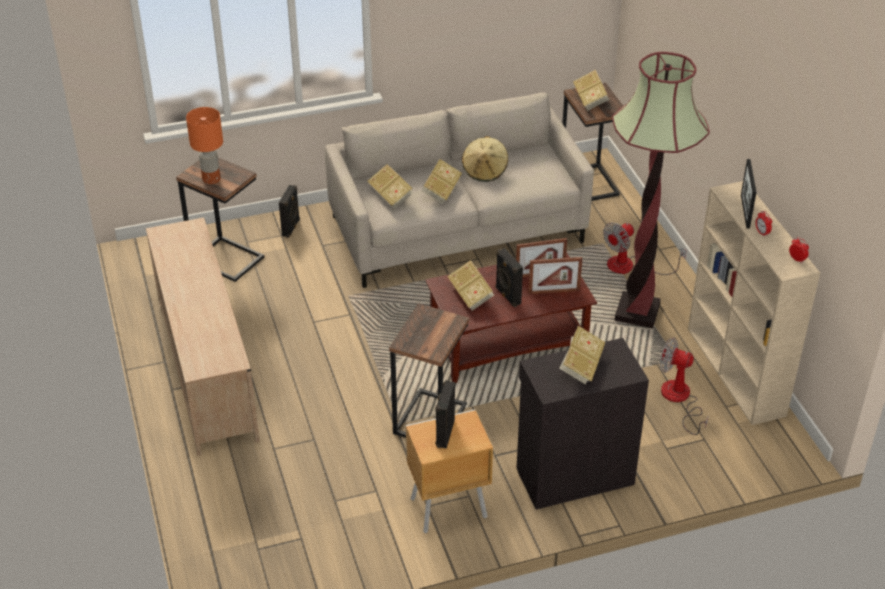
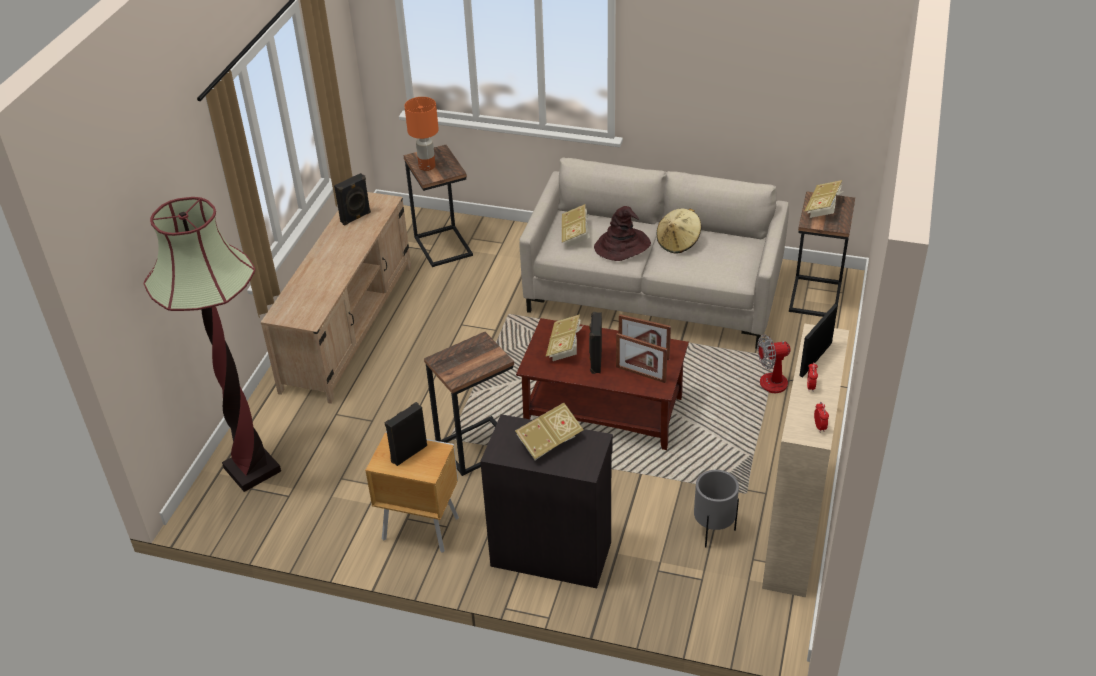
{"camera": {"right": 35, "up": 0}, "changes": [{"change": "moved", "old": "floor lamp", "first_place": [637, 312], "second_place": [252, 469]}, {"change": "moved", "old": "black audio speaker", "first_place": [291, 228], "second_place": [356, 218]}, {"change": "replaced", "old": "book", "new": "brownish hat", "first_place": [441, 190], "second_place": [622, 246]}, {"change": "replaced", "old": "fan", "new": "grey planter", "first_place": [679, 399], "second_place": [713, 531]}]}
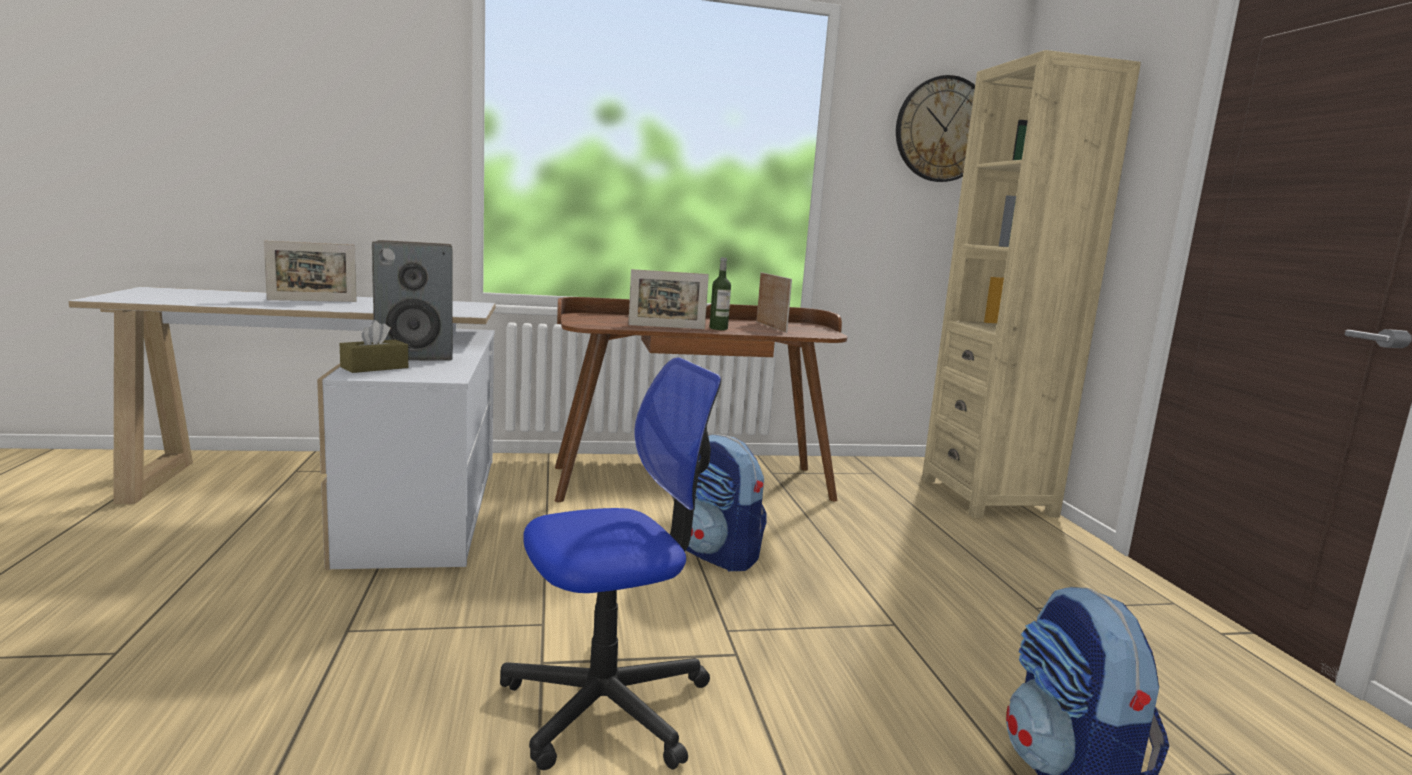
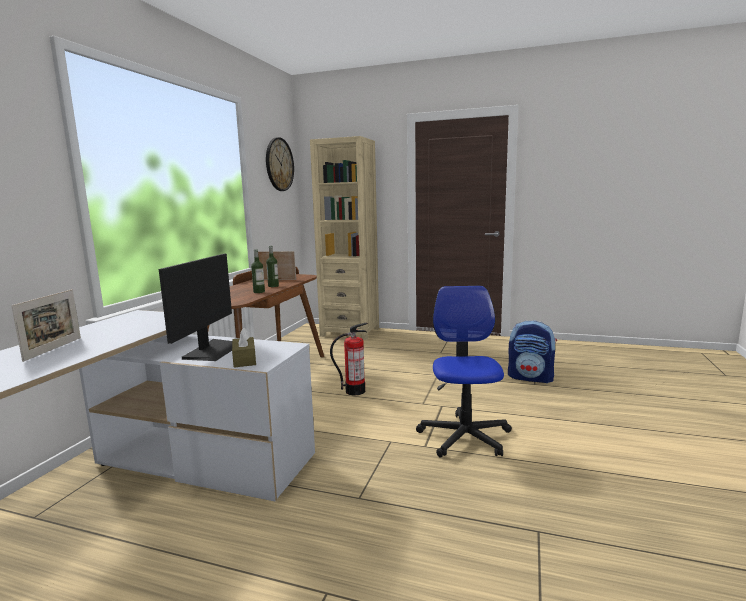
{"camera": {"right": -60, "up": 0}, "changes": [{"change": "replaced", "old": "audio speaker", "new": "monitor", "first_place": [416, 355], "second_place": [213, 350]}, {"change": "replaced", "old": "photo frame", "new": "drink bottle", "first_place": [666, 327], "second_place": [259, 292]}, {"change": "replaced", "old": "knapsack", "new": "fire-fighting cylinder", "first_place": [718, 555], "second_place": [355, 391]}]}
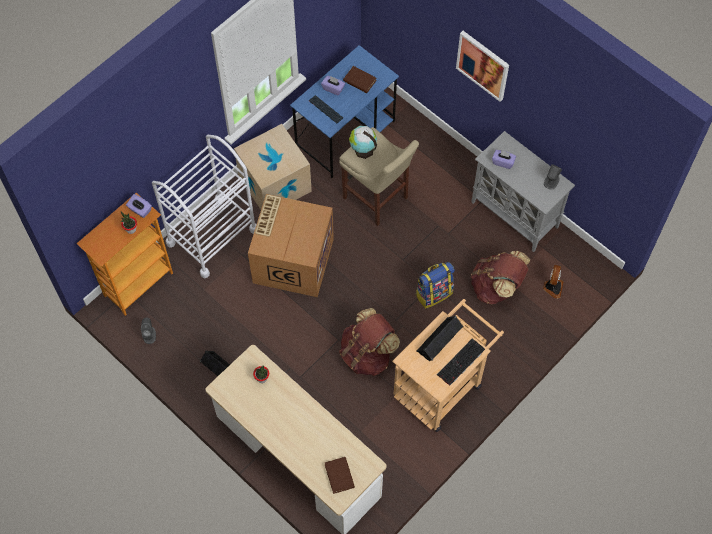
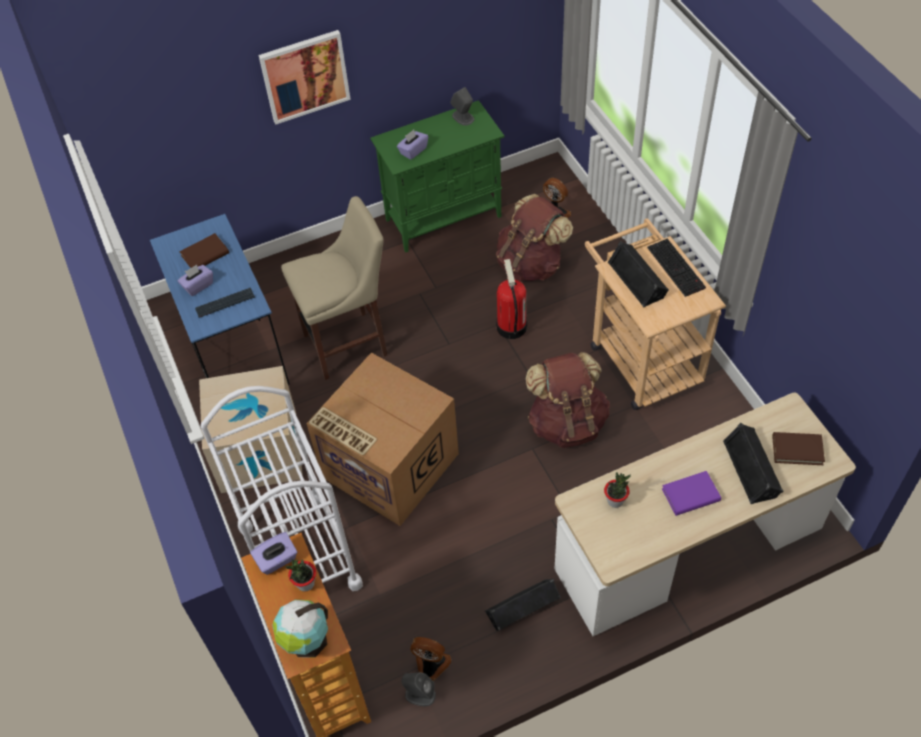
{"camera": {"right": -65, "up": -10}, "changes": [{"change": "moved", "old": "world globe", "first_place": [363, 149], "second_place": [306, 641]}, {"change": "recoloured", "old": "grey storage cabinet", "new": "greenish storage cabinet", "first_place": [515, 215], "second_place": [444, 217]}, {"change": "added", "new": "fan", "second_place": [431, 665]}, {"change": "replaced", "old": "knapsack", "new": "fire-fighting cylinder", "first_place": [433, 293], "second_place": [511, 326]}, {"change": "added", "new": "purplish book", "second_place": [690, 495]}, {"change": "added", "new": "black audio speaker", "second_place": [752, 468]}]}
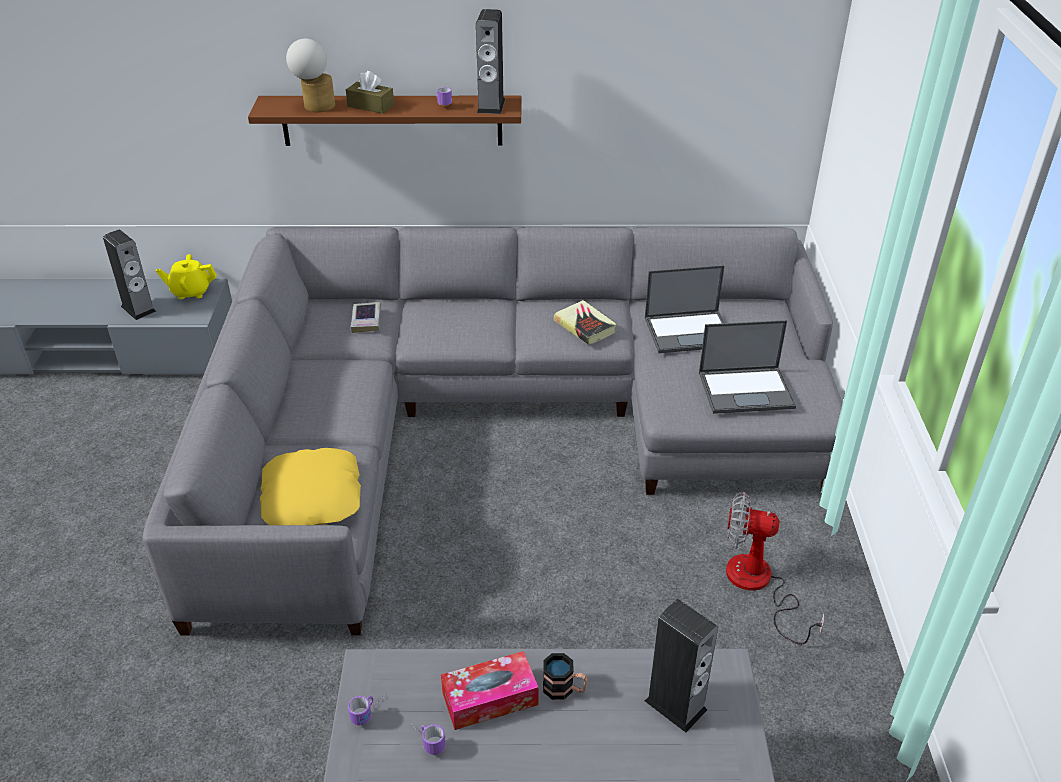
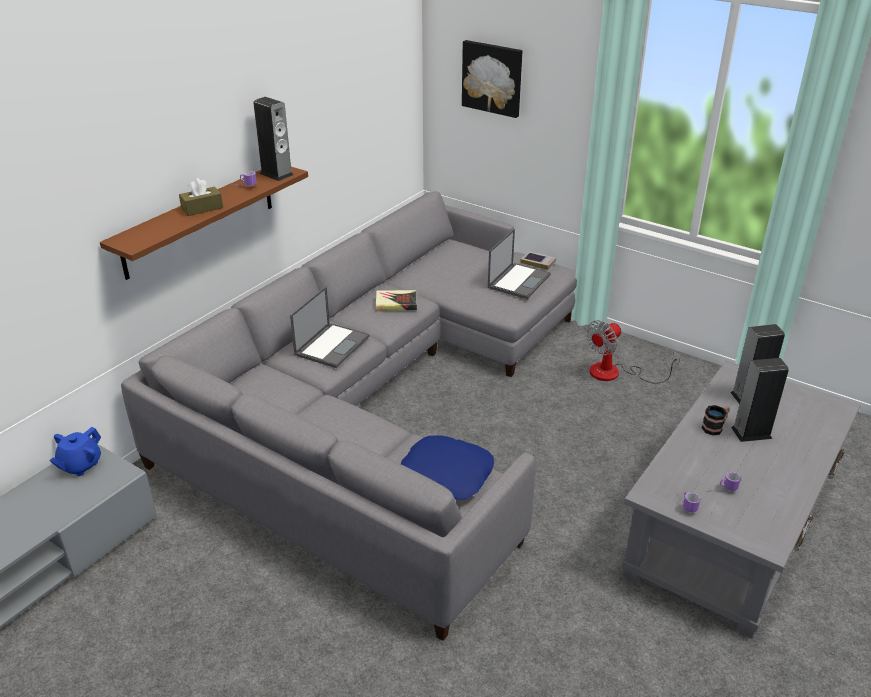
{"camera": {"right": -55, "up": -5}, "changes": [{"change": "recoloured", "old": "yellowish pot for tea", "new": "blue-coloured pot for tea", "first_place": [191, 292], "second_place": [80, 465]}, {"change": "moved", "old": "notebook computer", "first_place": [689, 331], "second_place": [332, 345]}, {"change": "recoloured", "old": "yellowish cushion", "new": "blue-coloured cushion", "first_place": [313, 497], "second_place": [446, 474]}, {"change": "added", "new": "wall art", "second_place": [492, 78]}, {"change": "moved", "old": "book", "first_place": [366, 320], "second_place": [538, 262]}, {"change": "moved", "old": "audio speaker", "first_place": [138, 309], "second_place": [751, 433]}, {"change": "removed", "old": "table lamp", "first_place": [315, 106]}, {"change": "removed", "old": "tissue box", "first_place": [490, 698]}]}
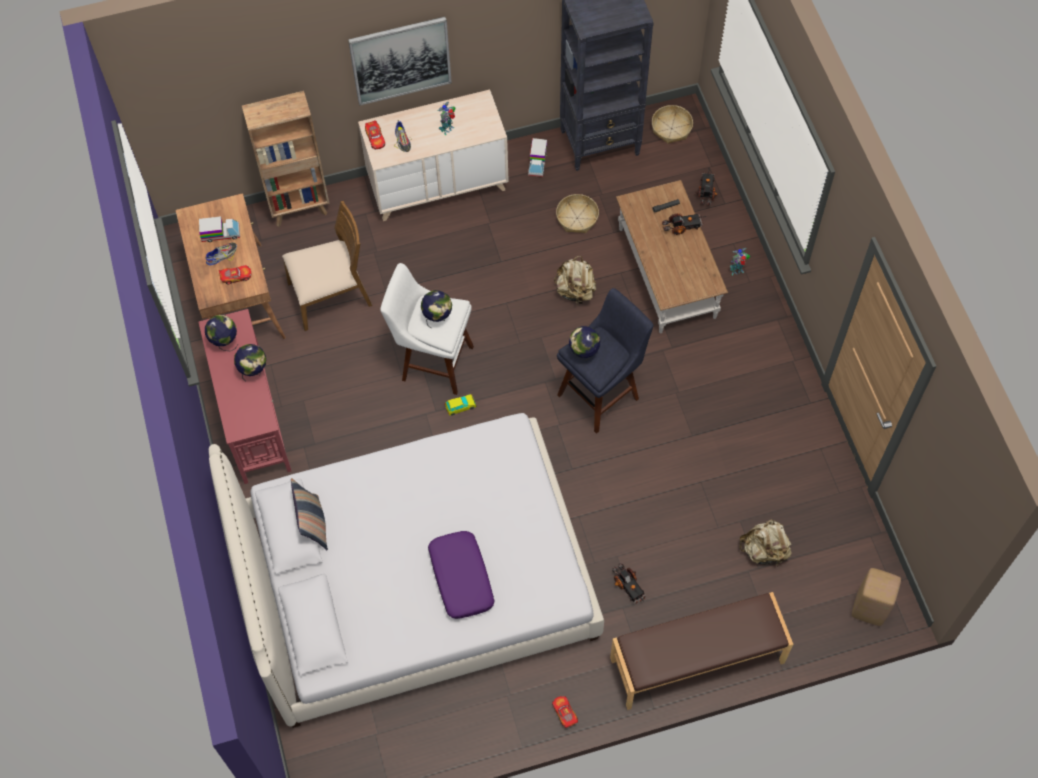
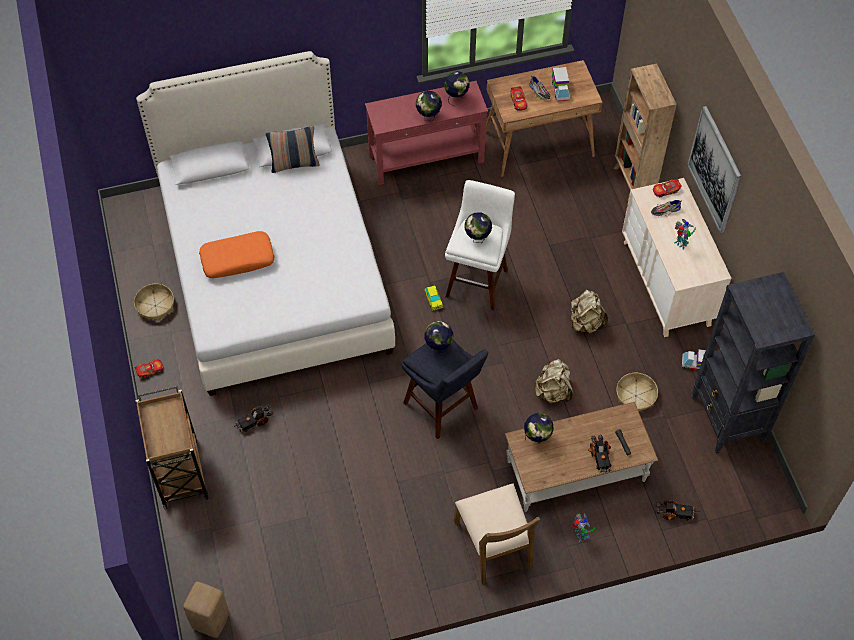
{"camera": {"right": 90, "up": -5}, "changes": [{"change": "moved", "old": "storage basket", "first_place": [671, 128], "second_place": [155, 305]}, {"change": "replaced", "old": "brownish bench", "new": "brownish wheeled cart", "first_place": [697, 661], "second_place": [180, 471]}, {"change": "recoloured", "old": "purplish cushion", "new": "orangey cushion", "first_place": [460, 578], "second_place": [238, 259]}, {"change": "moved", "old": "brownish upright chair", "first_place": [331, 295], "second_place": [494, 544]}, {"change": "added", "new": "world globe", "second_place": [537, 438]}, {"change": "moved", "old": "beige knapsack", "first_place": [764, 550], "second_place": [585, 323]}]}
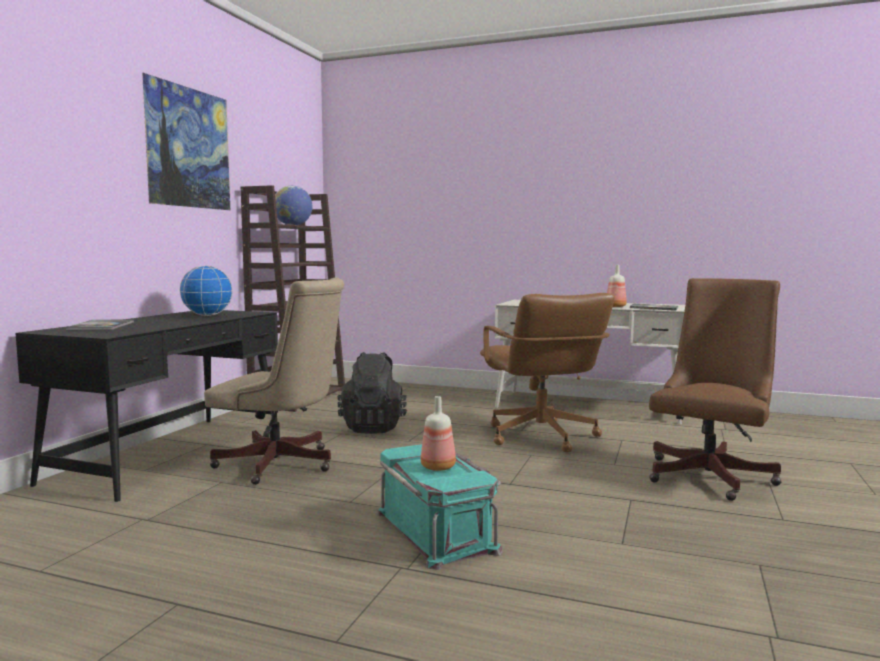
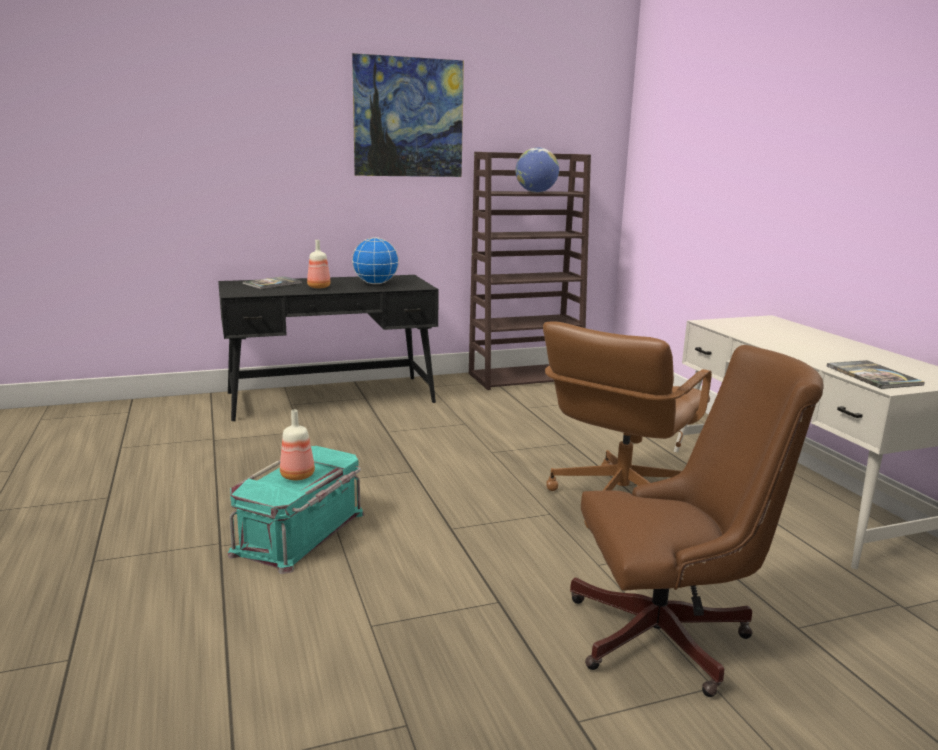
{"camera": {"right": 50, "up": 10}, "changes": [{"change": "moved", "old": "drink bottle", "first_place": [615, 306], "second_place": [318, 287]}, {"change": "removed", "old": "beige office chair", "first_place": [282, 465]}, {"change": "removed", "old": "black knapsack", "first_place": [373, 427]}]}
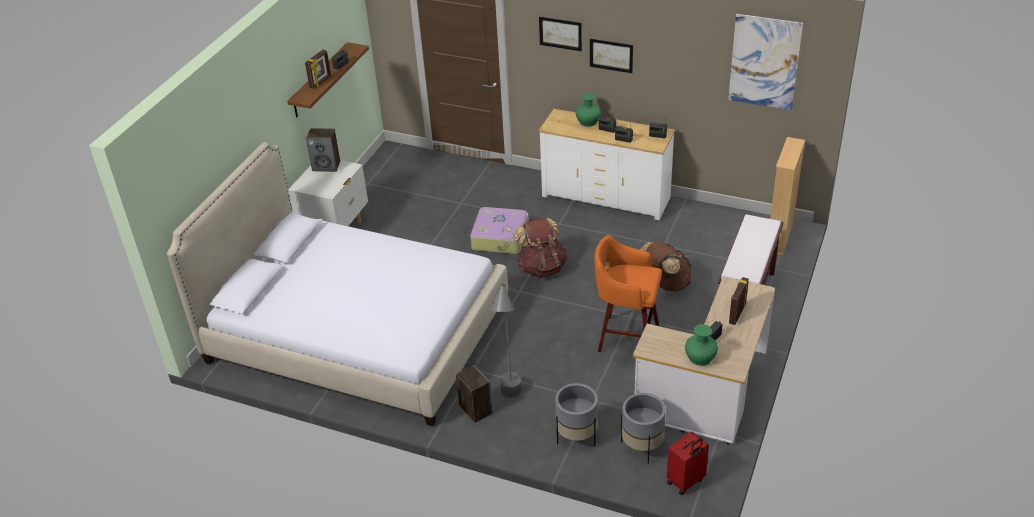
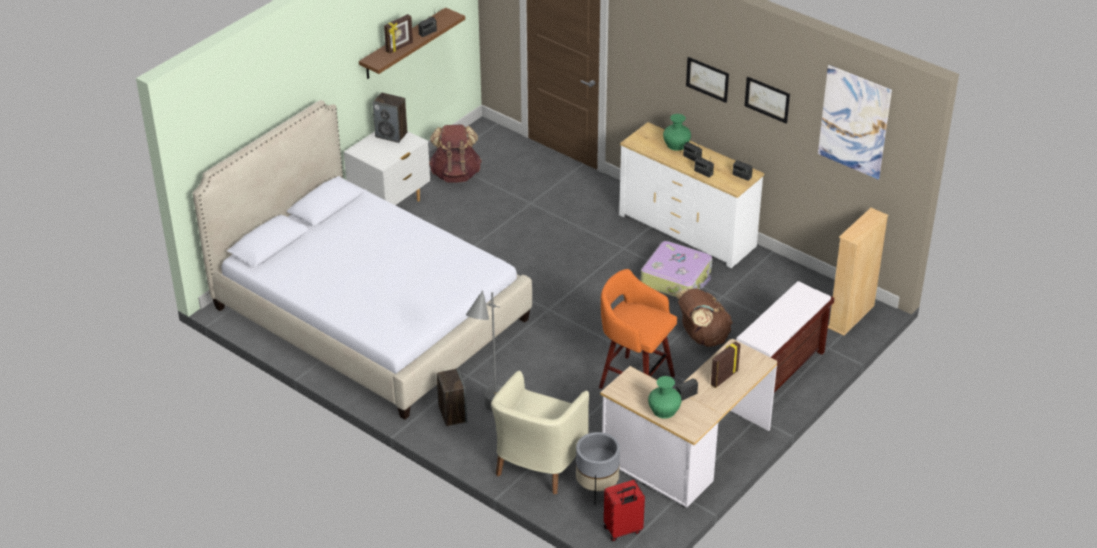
{"camera": {"right": 15, "up": 0}, "changes": [{"change": "moved", "old": "brownish knapsack", "first_place": [541, 267], "second_place": [455, 174]}, {"change": "replaced", "old": "grey planter", "new": "beige armchair", "first_place": [577, 436], "second_place": [538, 463]}, {"change": "moved", "old": "piece of luggage", "first_place": [501, 237], "second_place": [677, 278]}, {"change": "moved", "old": "wall art", "first_place": [560, 33], "second_place": [767, 99]}]}
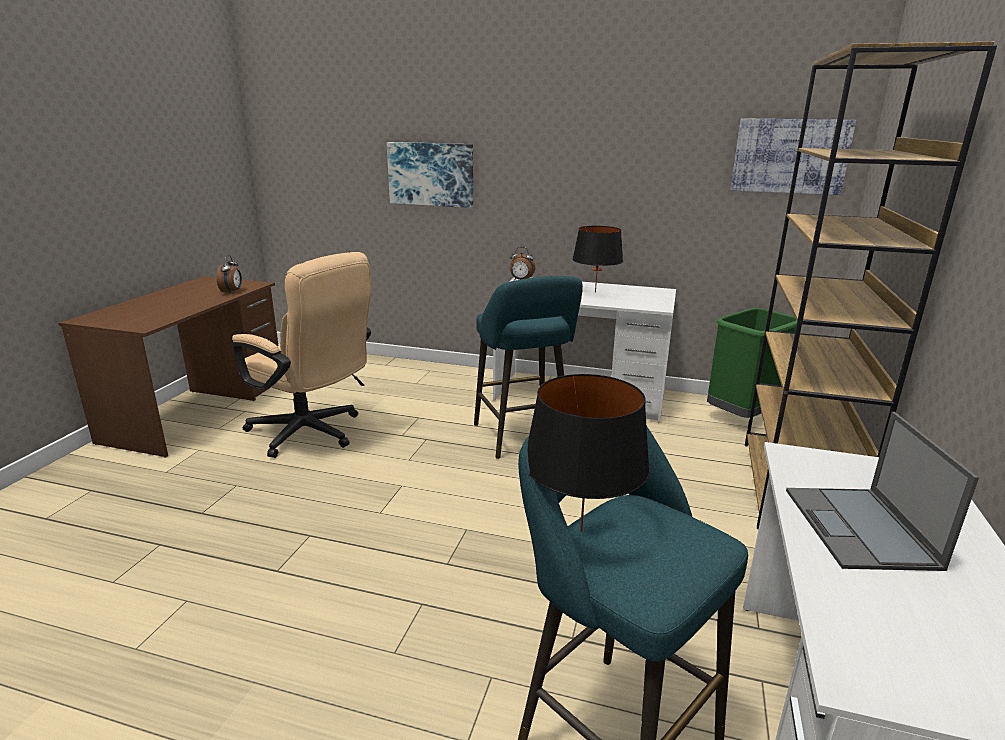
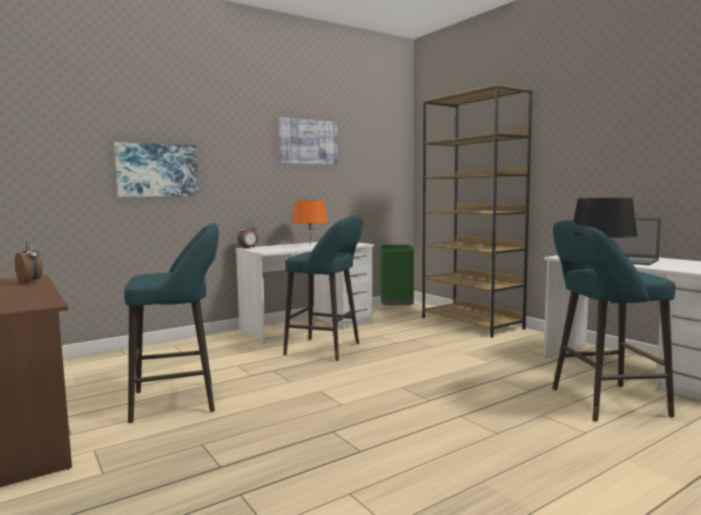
{"camera": {"right": -50, "up": -15}, "changes": [{"change": "replaced", "old": "beige office chair", "new": "turquoise stool", "first_place": [312, 434], "second_place": [180, 400]}, {"change": "moved", "old": "wall art", "first_place": [790, 156], "second_place": [308, 142]}, {"change": "recoloured", "old": "black table lamp", "new": "orangey table lamp", "first_place": [595, 292], "second_place": [310, 245]}]}
